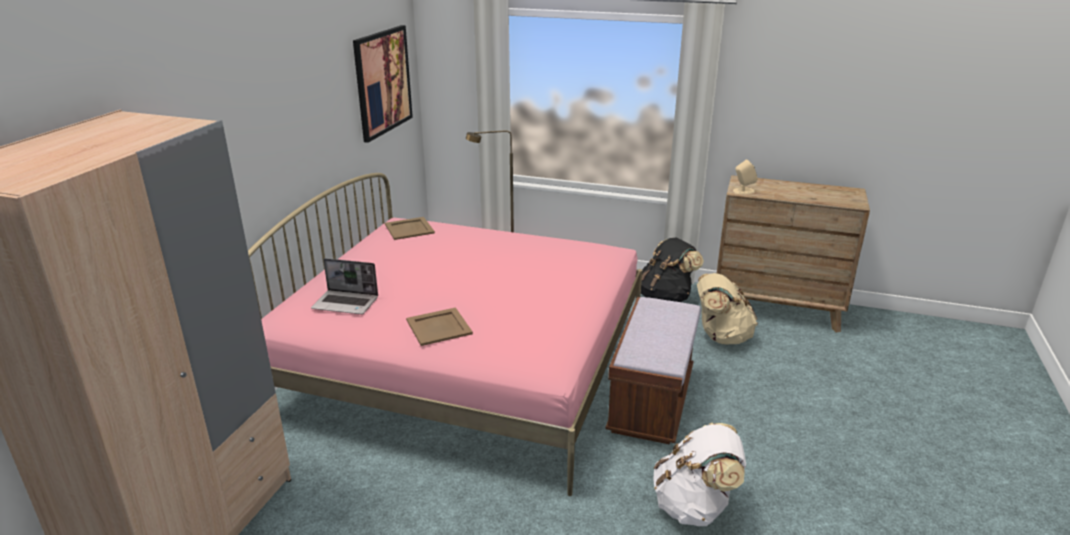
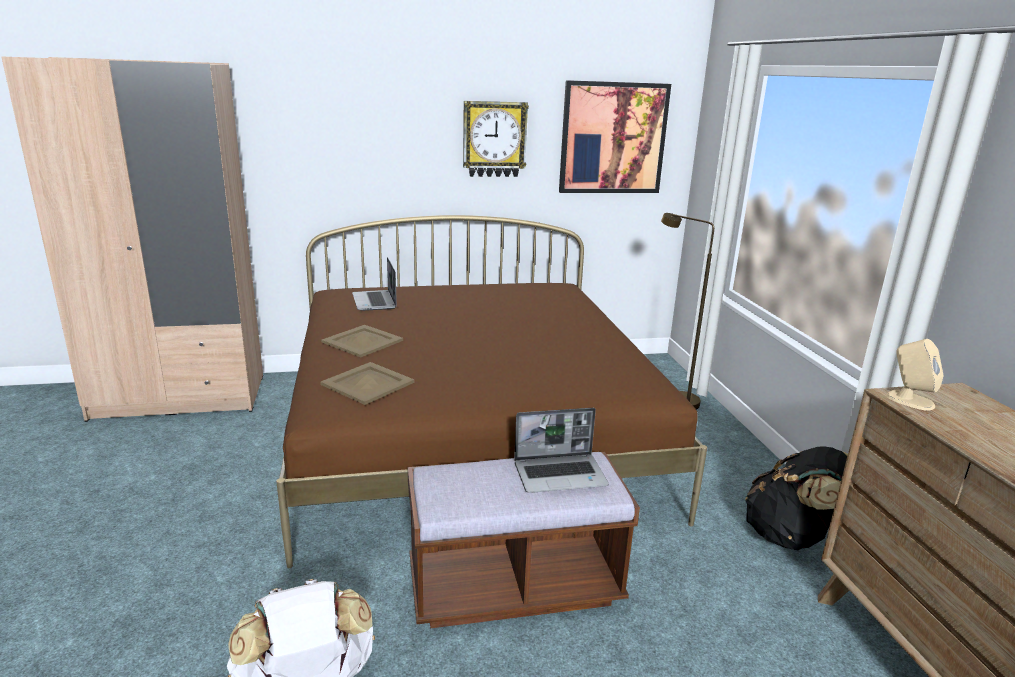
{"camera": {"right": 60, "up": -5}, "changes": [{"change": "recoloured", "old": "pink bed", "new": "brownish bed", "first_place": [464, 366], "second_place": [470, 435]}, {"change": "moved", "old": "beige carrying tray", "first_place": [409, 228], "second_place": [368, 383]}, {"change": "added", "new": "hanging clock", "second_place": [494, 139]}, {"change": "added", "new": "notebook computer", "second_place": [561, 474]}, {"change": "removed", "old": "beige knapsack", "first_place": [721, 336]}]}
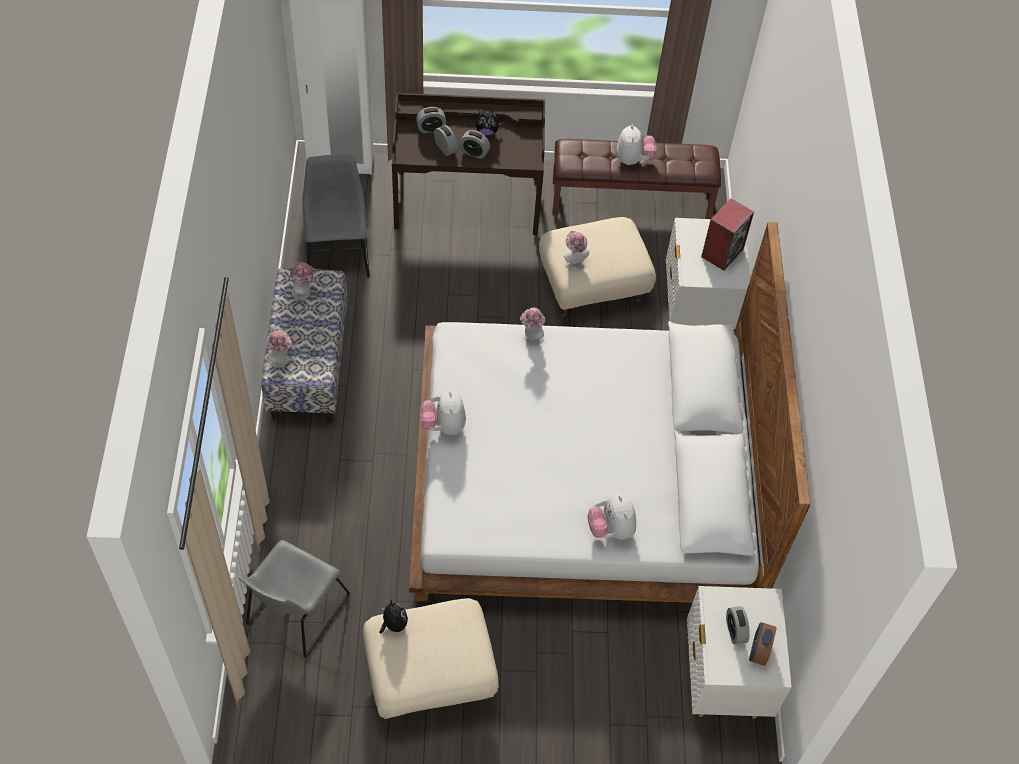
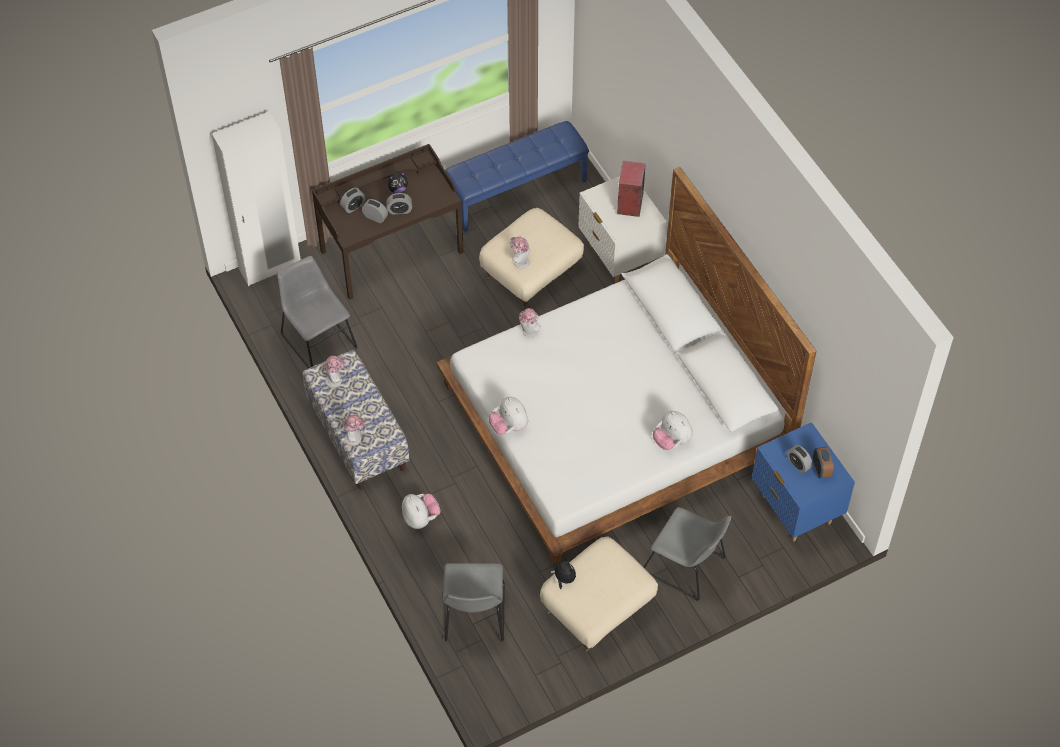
{"camera": {"right": -25, "up": 0}, "changes": [{"change": "moved", "old": "cuddly toy", "first_place": [633, 159], "second_place": [421, 518]}, {"change": "recoloured", "old": "brownish bench", "new": "blue-coloured bench", "first_place": [631, 200], "second_place": [516, 191]}, {"change": "added", "new": "grey upright chair", "second_place": [687, 566]}, {"change": "recoloured", "old": "white-coloured night table", "new": "blue-coloured night table", "first_place": [723, 681], "second_place": [795, 510]}]}
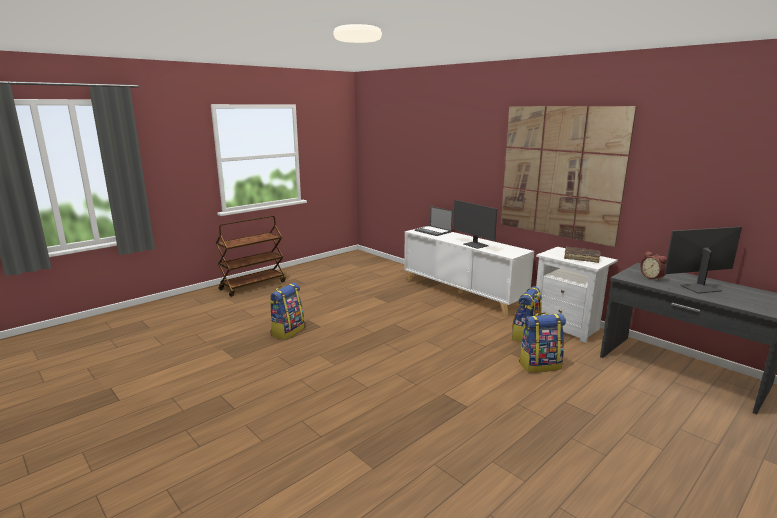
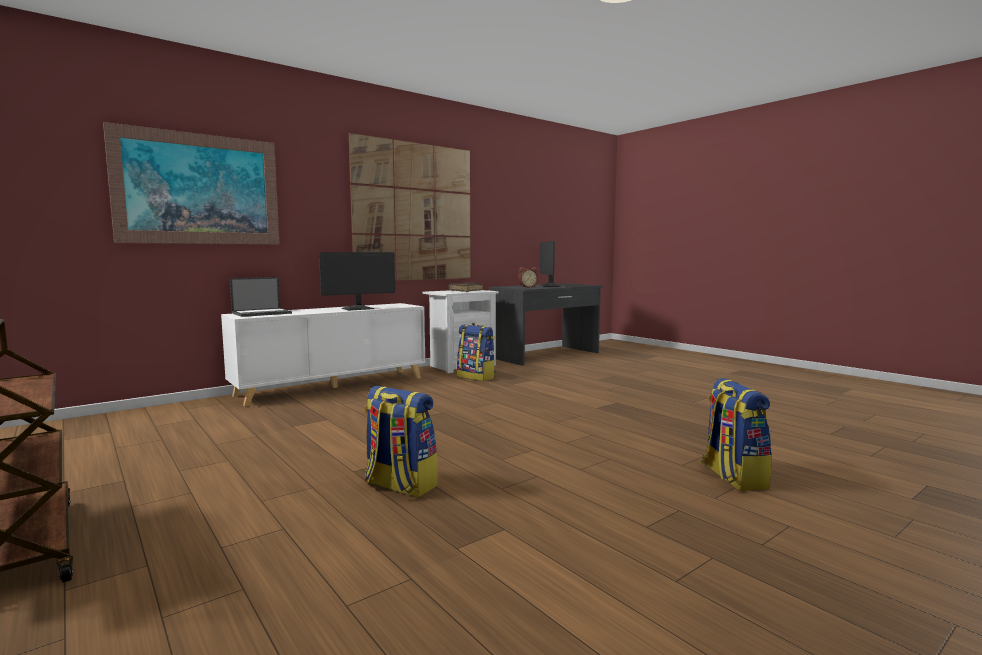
{"camera": {"right": -85, "up": -10}, "changes": [{"change": "added", "new": "wall art", "second_place": [199, 189]}, {"change": "moved", "old": "knapsack", "first_place": [539, 365], "second_place": [732, 477]}]}
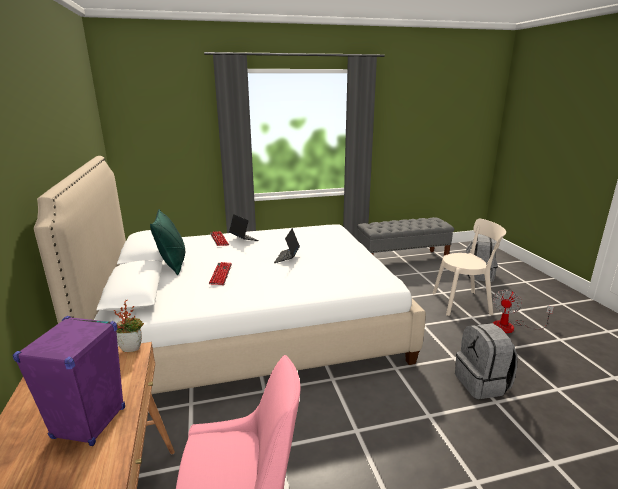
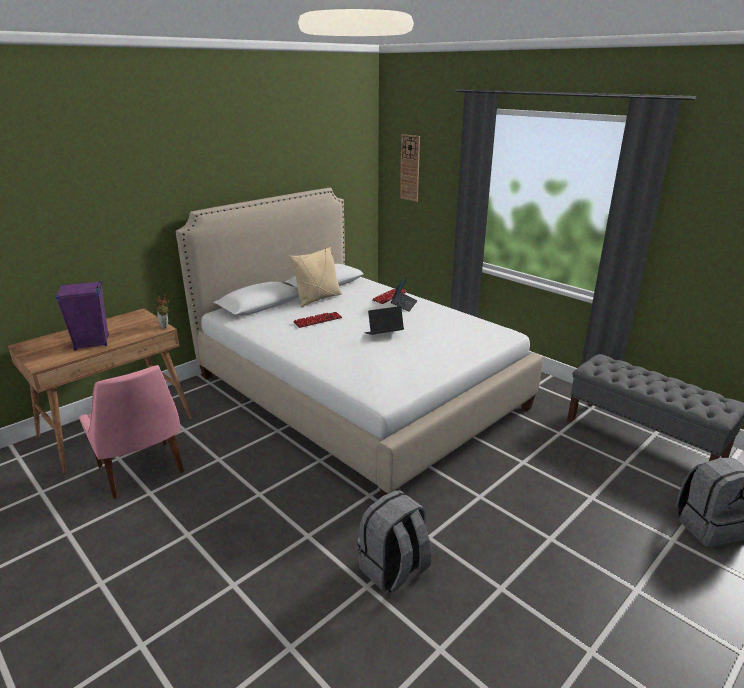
{"camera": {"right": 60, "up": 5}, "changes": [{"change": "recoloured", "old": "greenish cushion", "new": "beige cushion", "first_place": [173, 264], "second_place": [318, 299]}, {"change": "added", "new": "hanging clock", "second_place": [410, 168]}, {"change": "removed", "old": "beige upright chair", "first_place": [464, 303]}, {"change": "removed", "old": "fan", "first_place": [510, 327]}]}
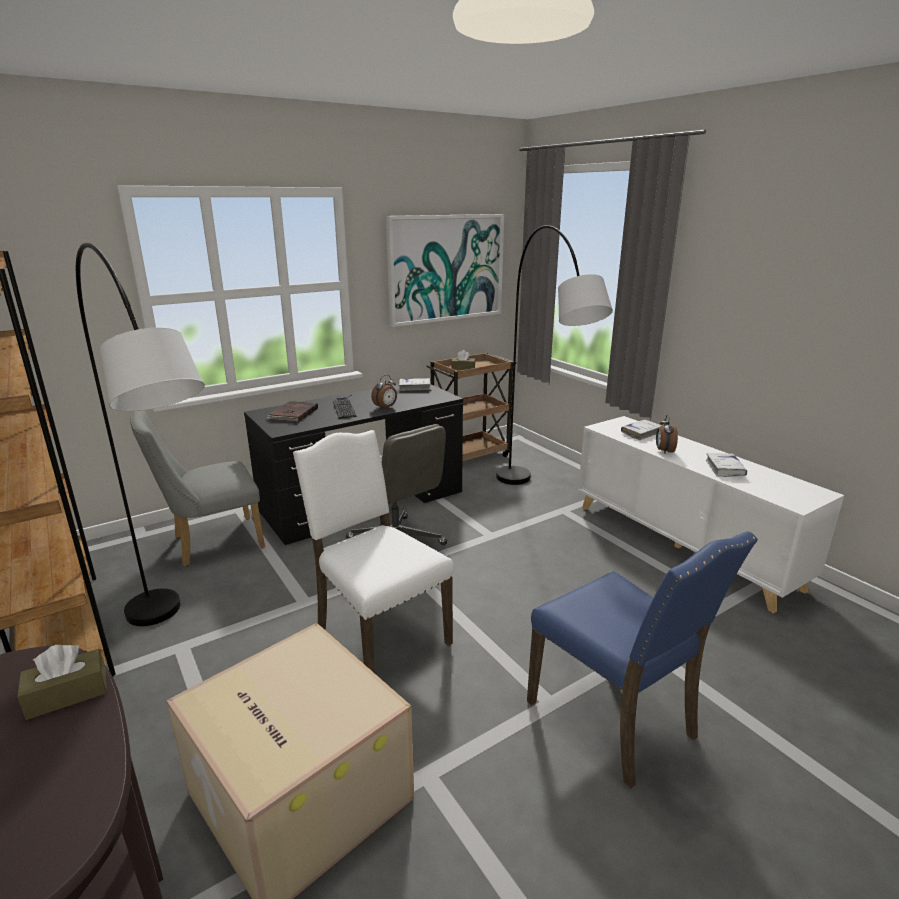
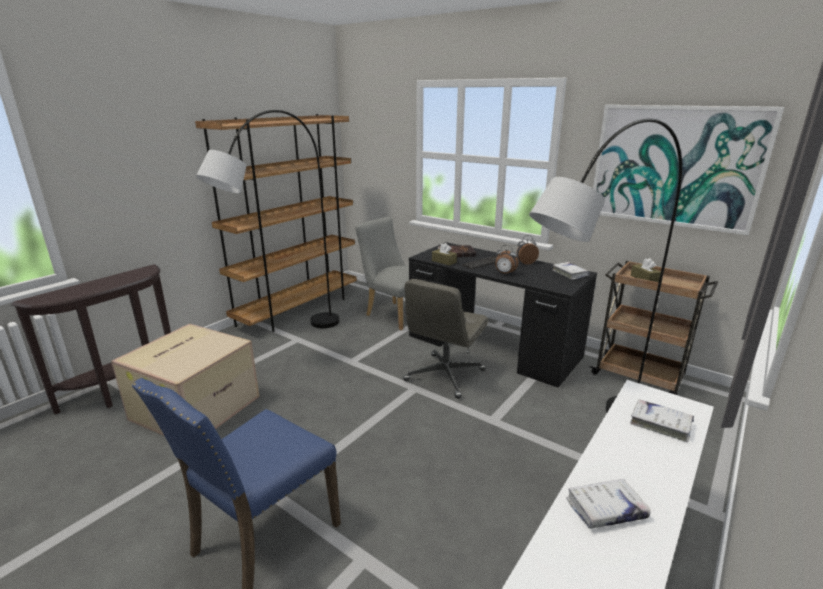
{"camera": {"right": 70, "up": 0}, "changes": [{"change": "moved", "old": "brownish tissue box", "first_place": [67, 694], "second_place": [444, 261]}, {"change": "moved", "old": "alarm clock", "first_place": [664, 451], "second_place": [525, 263]}, {"change": "removed", "old": "white-coloured upright chair", "first_place": [378, 635]}]}
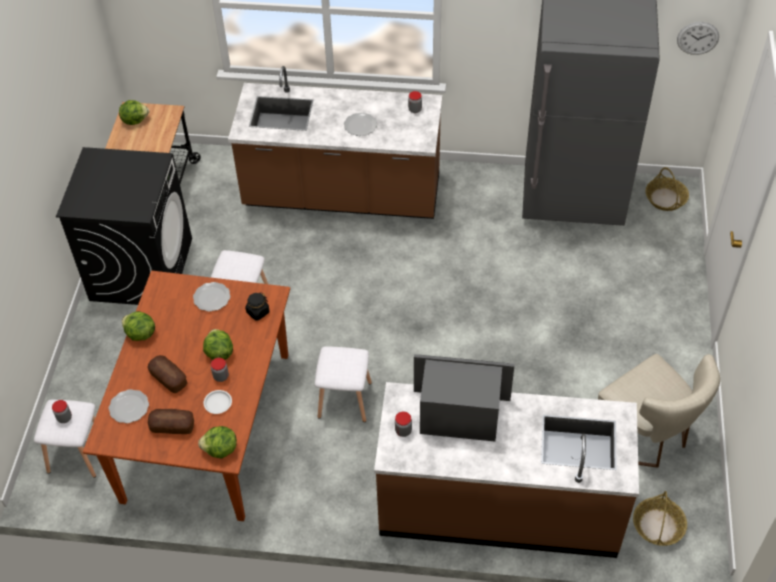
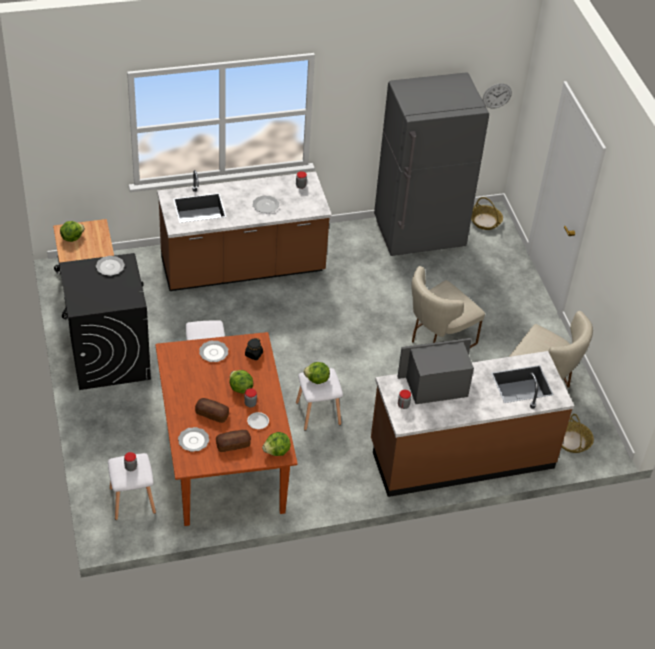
{"camera": {"right": -25, "up": -5}, "changes": [{"change": "added", "new": "plate", "second_place": [110, 267]}, {"change": "moved", "old": "lettuce", "first_place": [140, 334], "second_place": [317, 380]}, {"change": "added", "new": "beige upright chair", "second_place": [438, 340]}]}
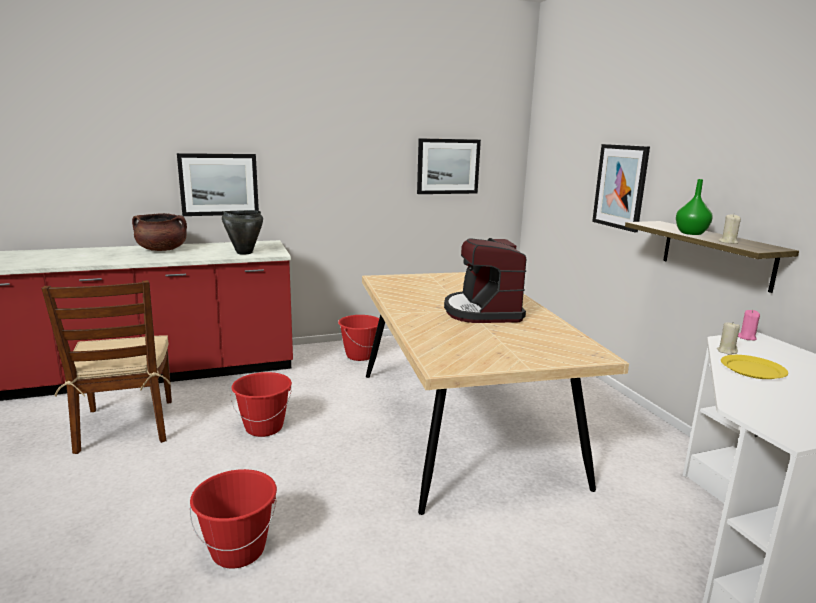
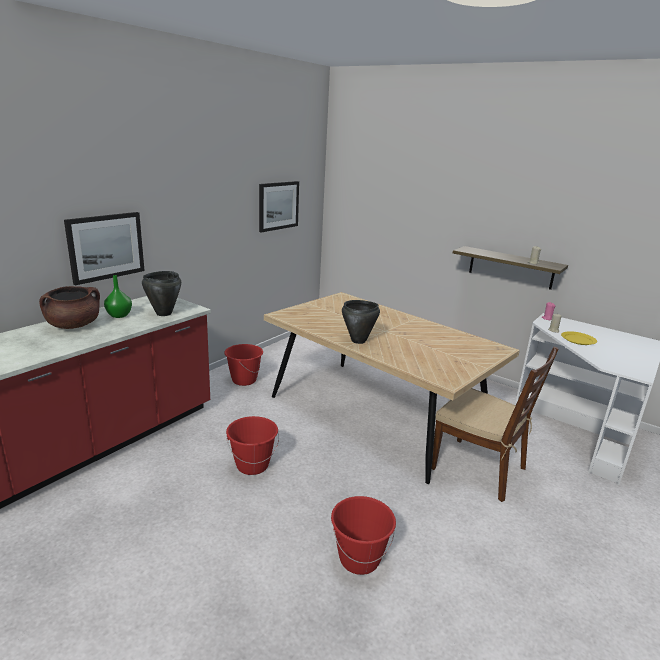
{"camera": {"right": -35, "up": 5}, "changes": [{"change": "moved", "old": "greenish vase", "first_place": [691, 233], "second_place": [120, 315]}, {"change": "added", "new": "black cooking pot", "second_place": [358, 341]}, {"change": "moved", "old": "brownish upright chair", "first_place": [126, 426], "second_place": [479, 468]}, {"change": "removed", "old": "coffee maker", "first_place": [482, 311]}, {"change": "removed", "old": "wall art", "first_place": [620, 186]}]}
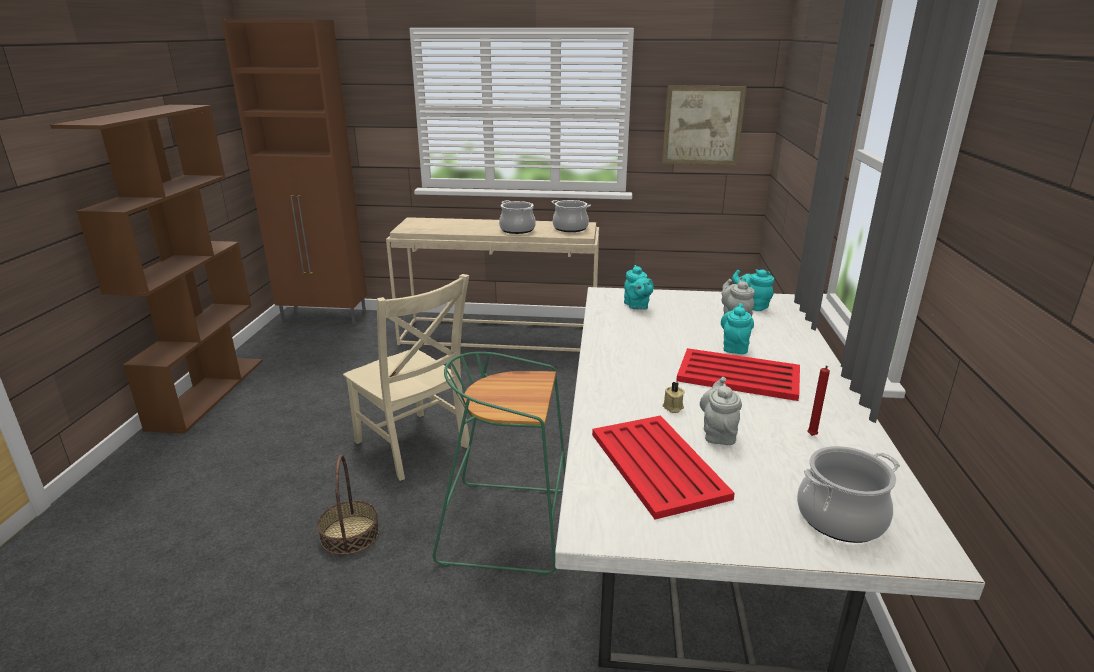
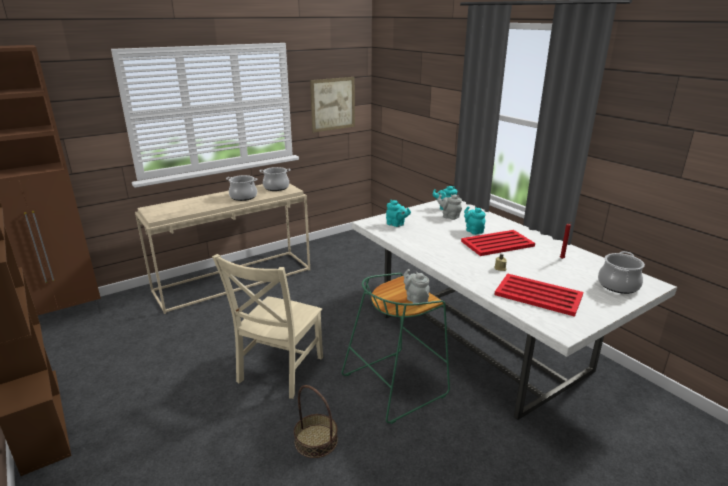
{"camera": {"right": -40, "up": 0}, "changes": [{"change": "turned", "old": "beige upright chair", "first_place": [414, 446], "second_place": [279, 371], "degrees": 105}, {"change": "moved", "old": "grey pot for tea", "first_place": [718, 433], "second_place": [415, 299]}]}
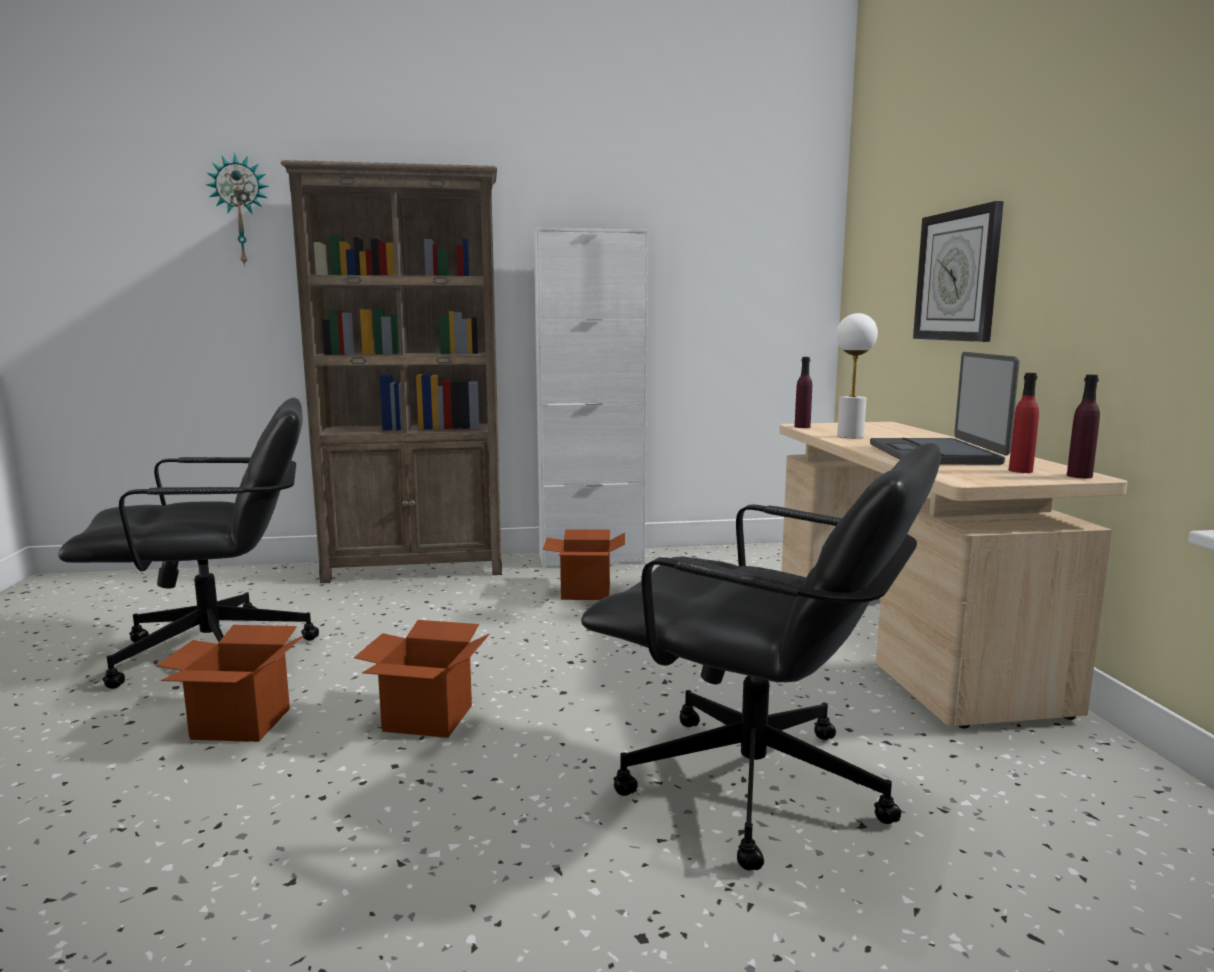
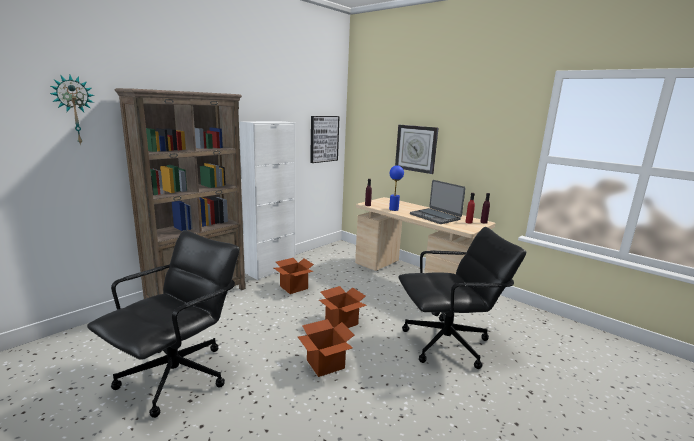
{"camera": {"right": -40, "up": 5}, "changes": [{"change": "added", "new": "wall art", "second_place": [324, 139]}, {"change": "moved", "old": "packing box", "first_place": [242, 723], "second_place": [341, 322]}, {"change": "recoloured", "old": "white-coloured table lamp", "new": "blue-coloured table lamp", "first_place": [850, 436], "second_place": [394, 209]}]}
